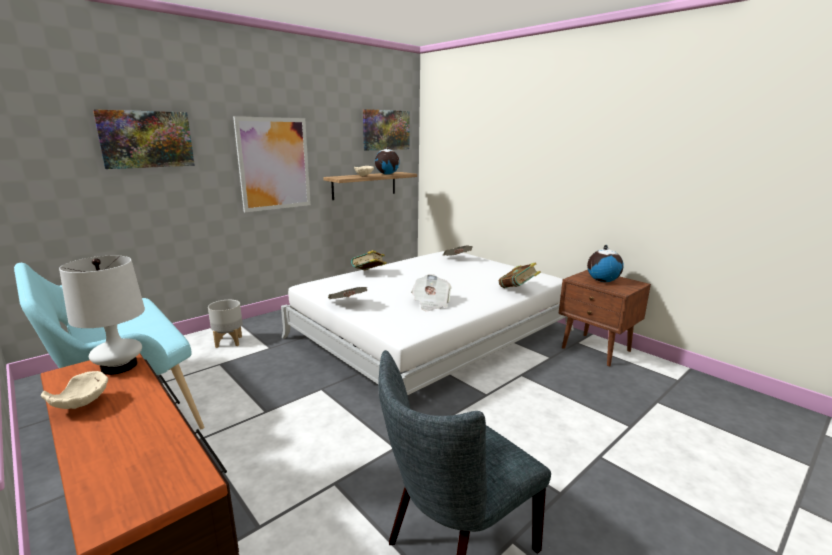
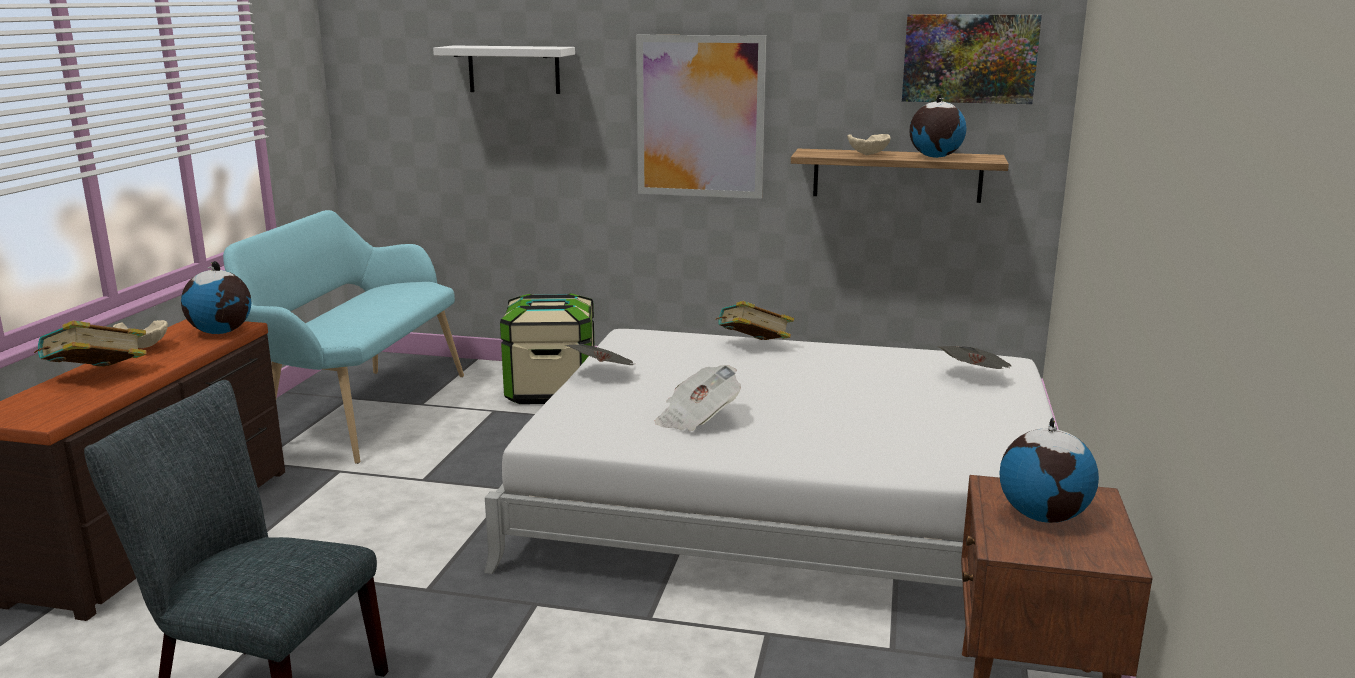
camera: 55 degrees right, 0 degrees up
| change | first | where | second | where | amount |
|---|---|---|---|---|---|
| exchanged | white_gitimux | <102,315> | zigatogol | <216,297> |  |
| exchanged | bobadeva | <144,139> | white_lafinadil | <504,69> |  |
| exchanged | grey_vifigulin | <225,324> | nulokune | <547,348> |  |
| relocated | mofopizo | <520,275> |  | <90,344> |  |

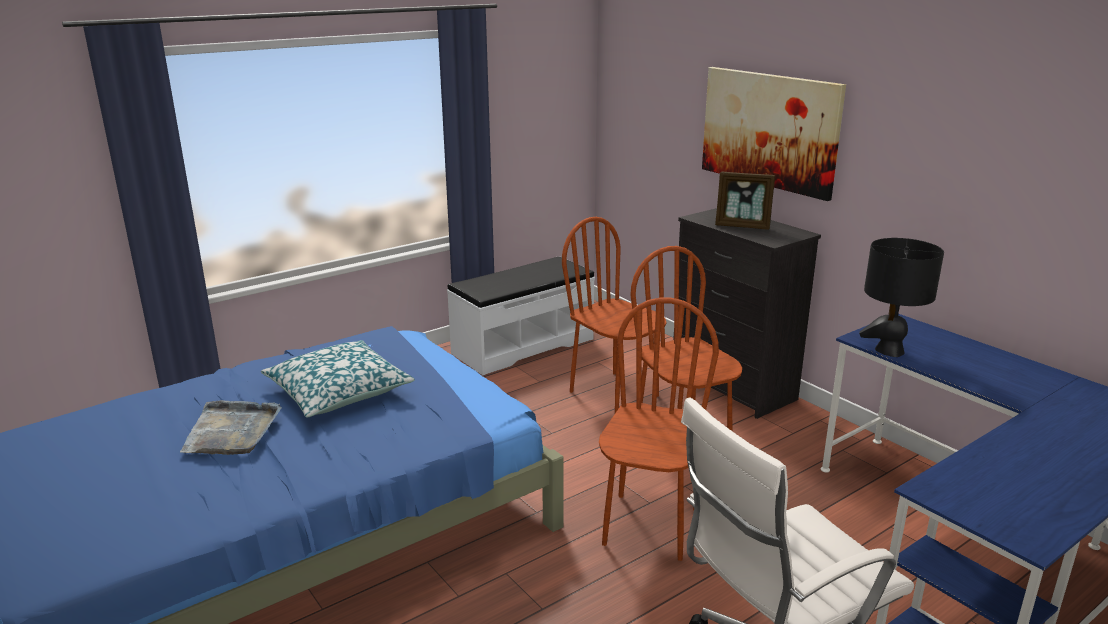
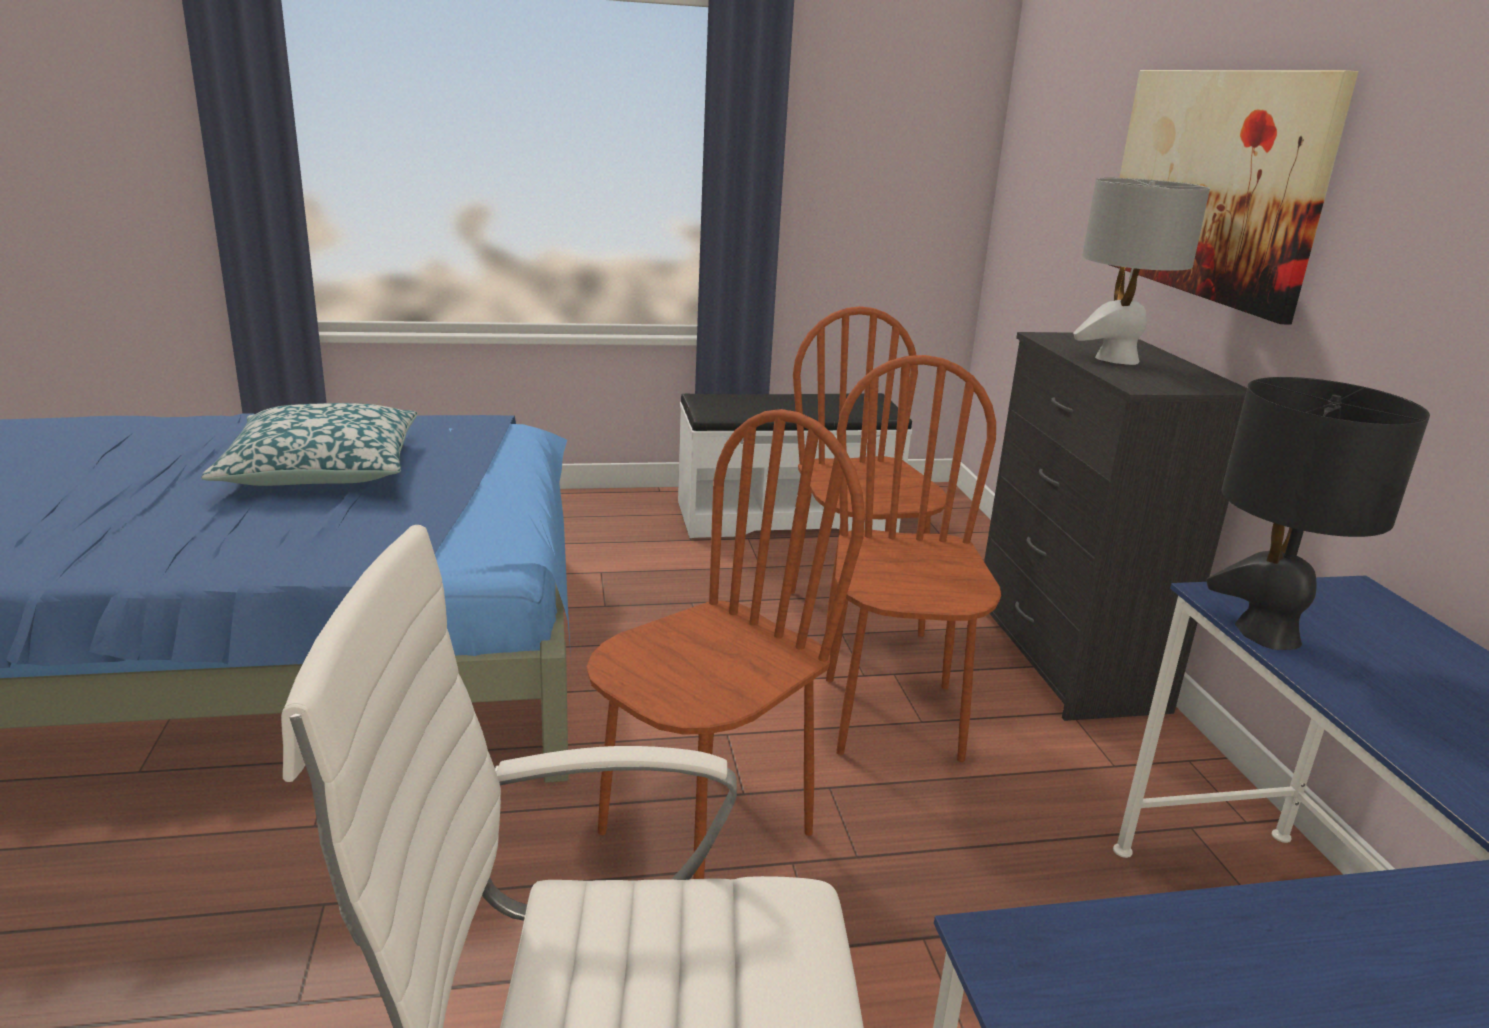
camera: 25 degrees right, 0 degrees up
| change | first | where | second | where | amount |
|---|---|---|---|---|---|
| missing | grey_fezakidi | <231,427> |  |  |  |
| exchanged | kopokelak | <745,201> | grey_gitimux | <1141,271> |  |

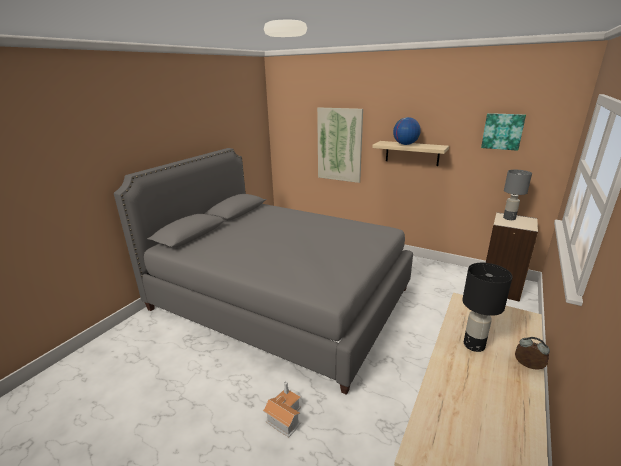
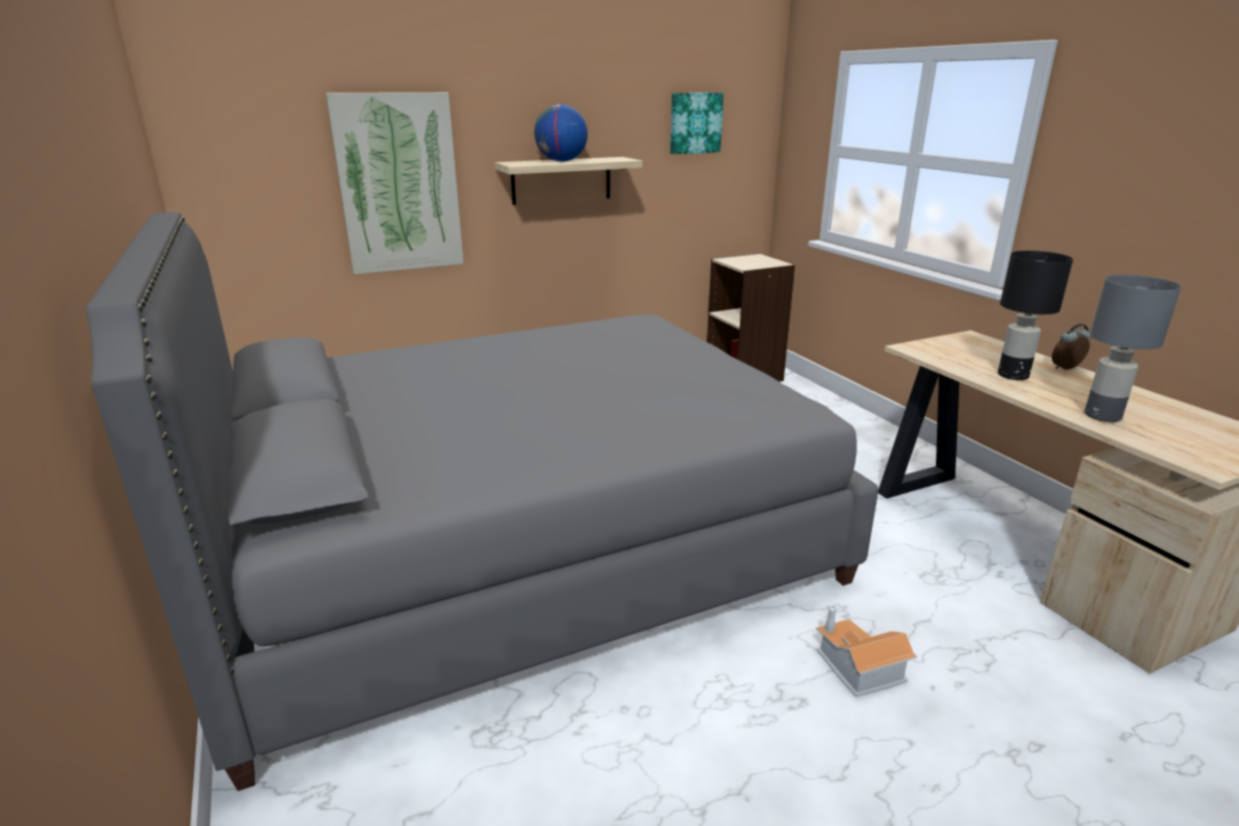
camera: 55 degrees left, 0 degrees up
| change | first | where | second | where | amount |
|---|---|---|---|---|---|
| relocated | grey_gitimux | <517,195> |  | <1133,348> |  |

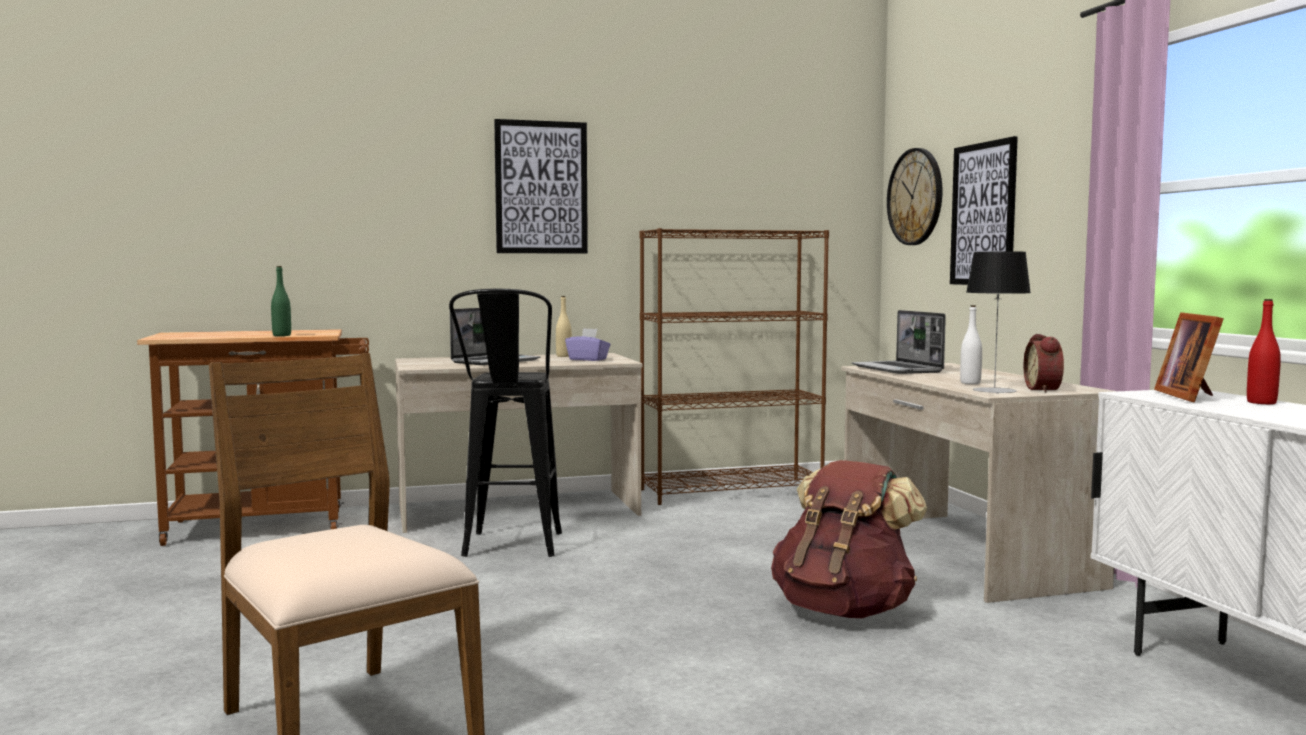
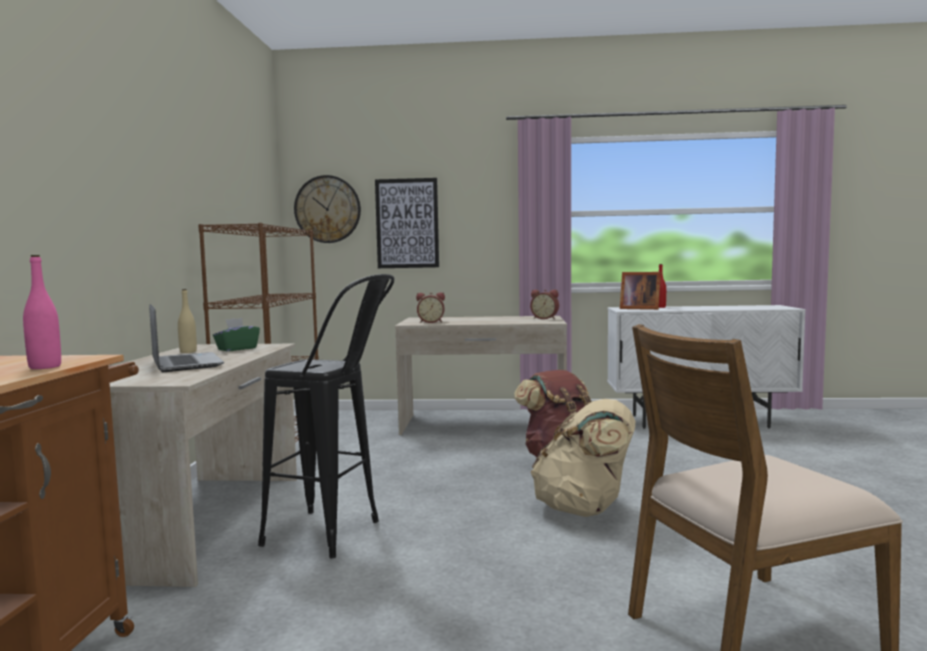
camera: 70 degrees left, 0 degrees up
| change | first | where | second | where | amount |
|---|---|---|---|---|---|
| colour | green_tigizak | <281,301> | pink_tigizak | <42,312> |  |
| missing | bobadeva | <541,186> |  |  |  |
| colour | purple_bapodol | <588,344> | green_bapodol | <236,334> |  |
| exchanged | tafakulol | <899,342> | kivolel | <430,307> |  |
| missing | white_tigizak | <971,344> |  |  |  |
| missing | gitimux | <998,322> |  |  |  |
| appeared |  |  | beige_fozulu | <583,458> |  |

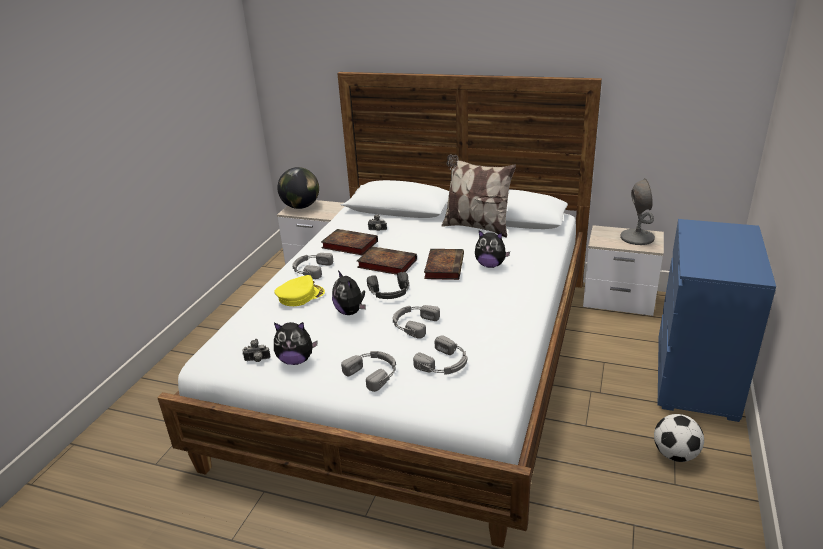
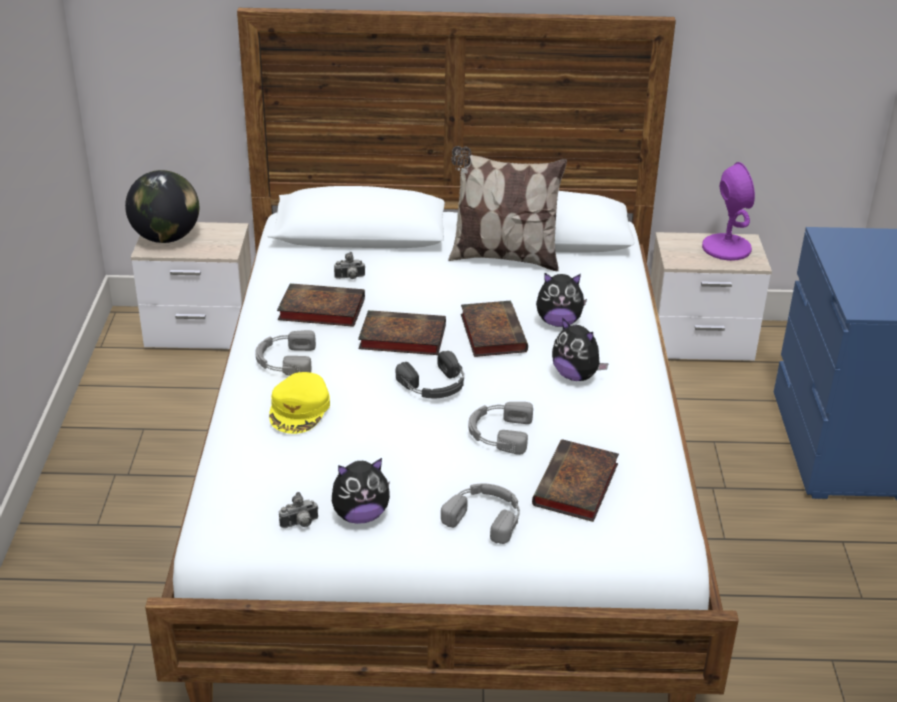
camera: 20 degrees left, 5 degrees up
| change | first | where | second | where | amount |
|---|---|---|---|---|---|
| spun | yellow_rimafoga | <299,290> |  | <299,403> | 150 degrees clockwise |
| relocated | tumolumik | <349,292> |  | <580,349> |  |
| exchanged | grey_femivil | <440,355> | mofopizo | <575,480> |  |
| colour | grey_gitimux | <637,211> | purple_gitimux | <728,211> |  |
| missing | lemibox | <679,438> |  |  |  |

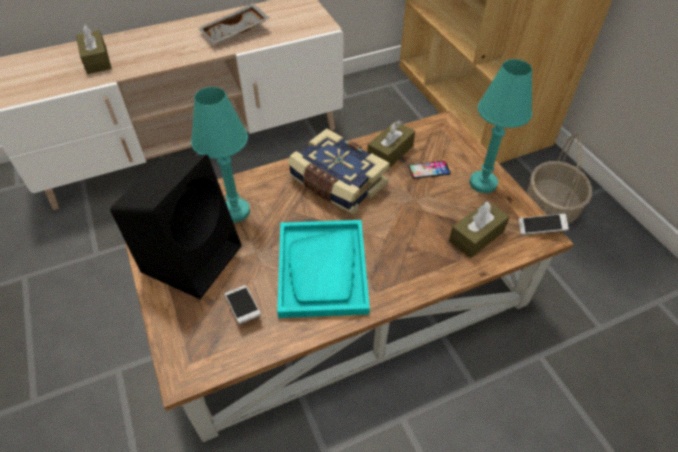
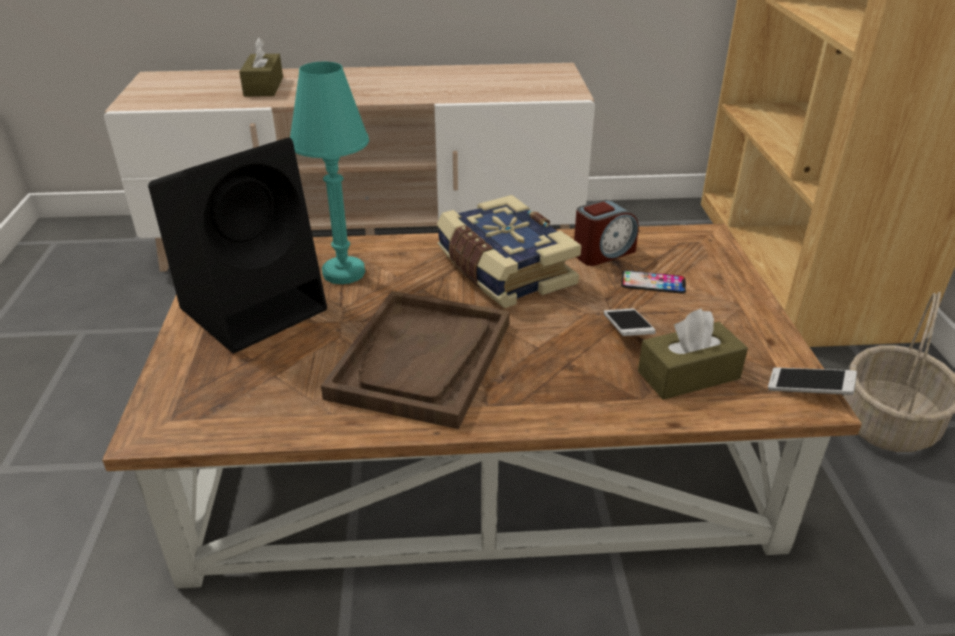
camera: 20 degrees right, 15 degrees down
| change | first | where | second | where | amount |
|---|---|---|---|---|---|
| missing | grey_fezakidi | <233,23> |  |  |  |
| relocated | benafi | <243,304> |  | <630,322> |  |
| colour | turquoise_fezakidi | <323,269> | brown_fezakidi | <415,360> |  |
| exchanged | brown_bapodol | <391,144> | kivolel | <606,233> |  |
| missing | turquoise_gitimux | <500,126> |  |  |  |

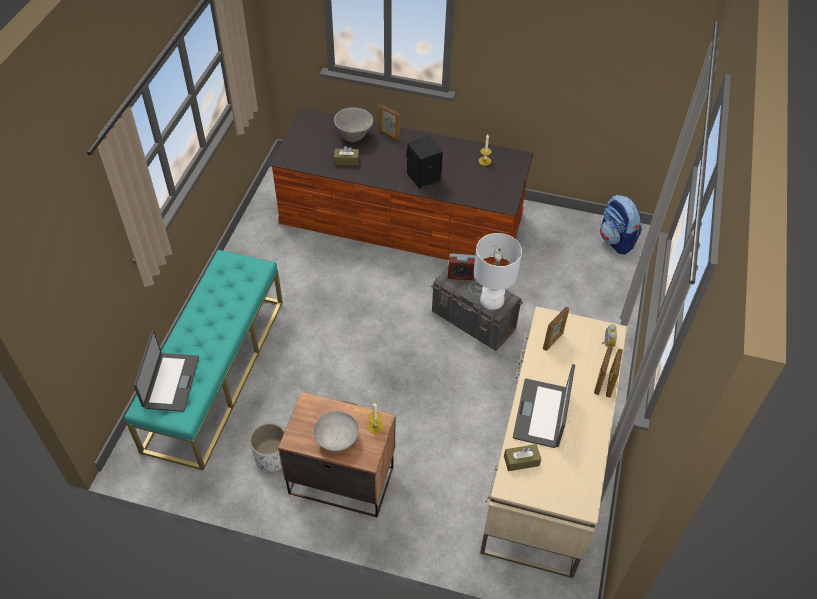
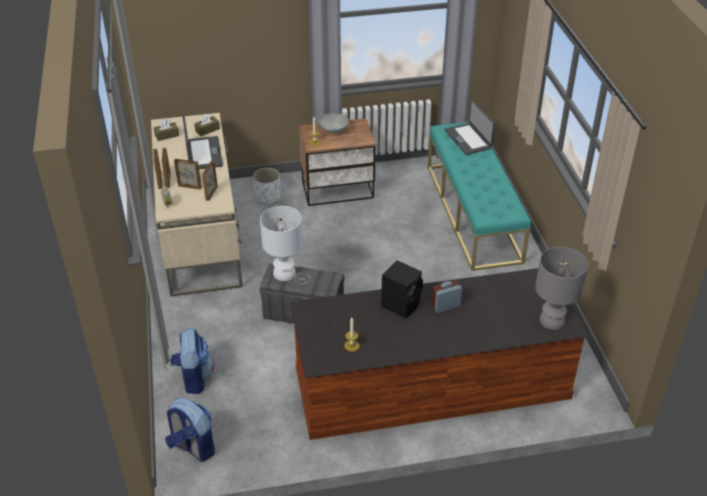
camera: 155 degrees right, 10 degrees down
| change | first | where | second | where | amount |
|---|---|---|---|---|---|
| relocated | white_vifigulin | <267,447> |  | <266,186> |  |
| missing | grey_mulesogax | <353,124> |  |  |  |
| relocated | brown_bapodol | <346,156> |  | <166,130> |  |
| relocated | kopokelak | <389,122> |  | <188,174> |  |
| relocated | kivolel | <461,267> |  | <446,296> |  |
| appeared |  |  | fozulu | <192,361> |  |
| appeared |  |  | grey_gitimux | <561,288> |  |

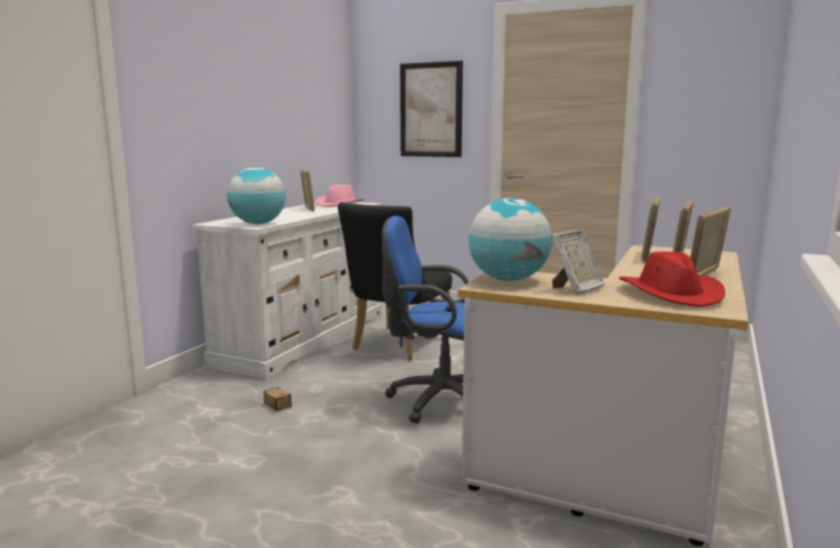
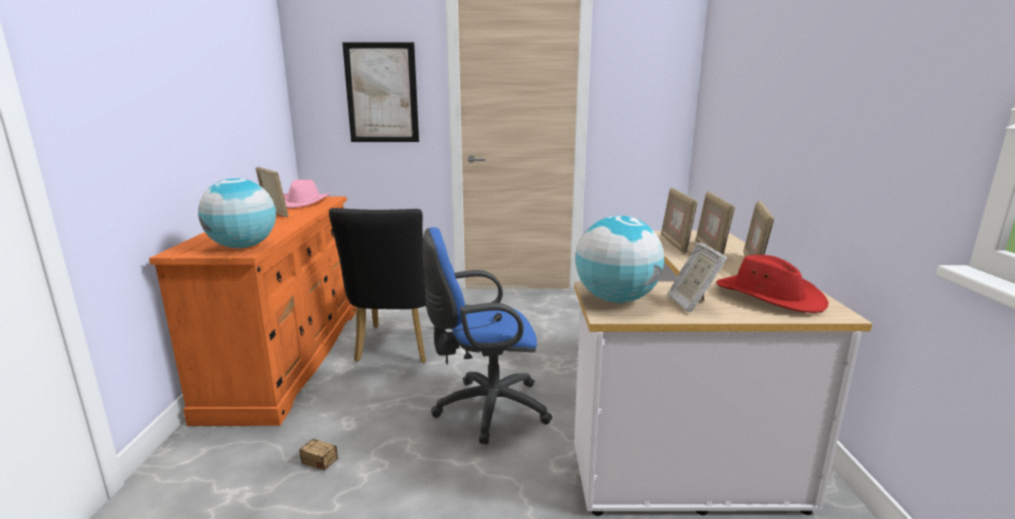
camera: 25 degrees left, 5 degrees up
| change | first | where | second | where | amount |
|---|---|---|---|---|---|
| colour | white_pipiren | <287,290> | orange_pipiren | <252,311> |  |
| spun | kopokelak | <578,262> |  | <697,277> | 150 degrees clockwise |

